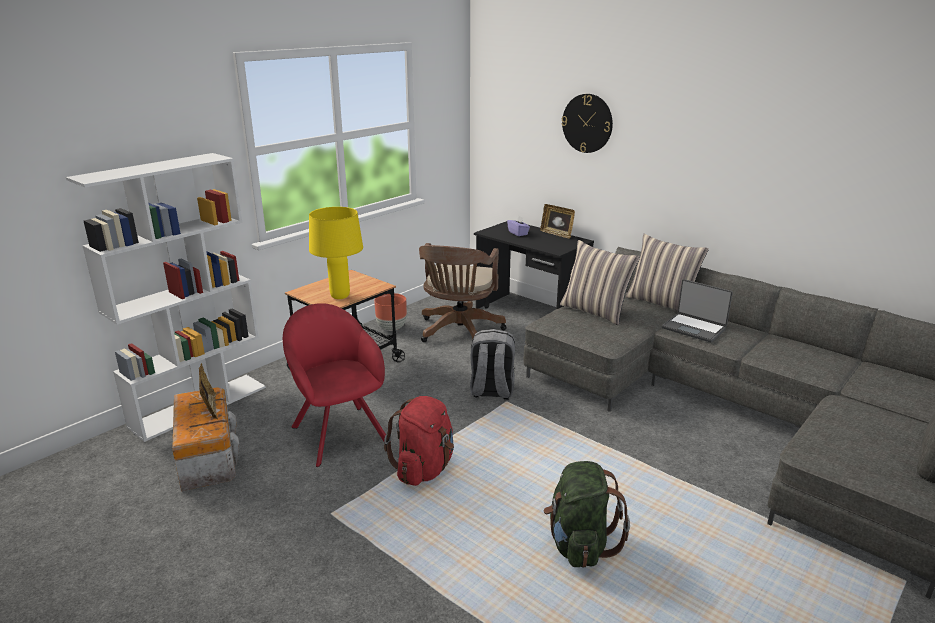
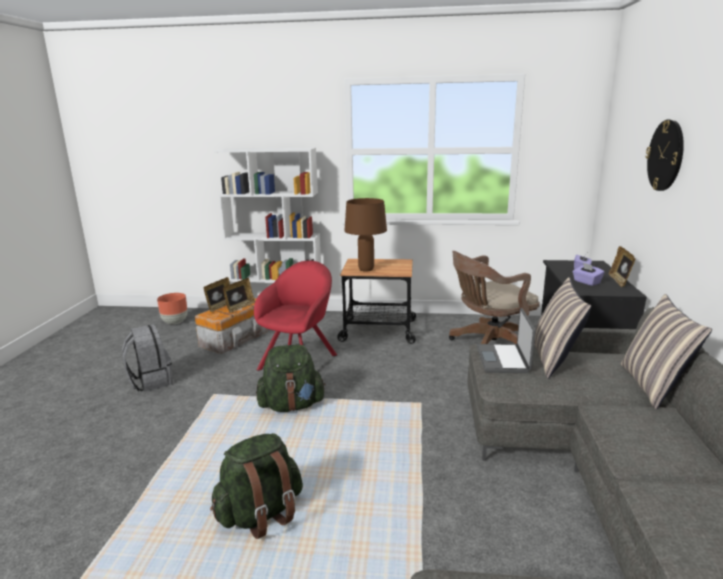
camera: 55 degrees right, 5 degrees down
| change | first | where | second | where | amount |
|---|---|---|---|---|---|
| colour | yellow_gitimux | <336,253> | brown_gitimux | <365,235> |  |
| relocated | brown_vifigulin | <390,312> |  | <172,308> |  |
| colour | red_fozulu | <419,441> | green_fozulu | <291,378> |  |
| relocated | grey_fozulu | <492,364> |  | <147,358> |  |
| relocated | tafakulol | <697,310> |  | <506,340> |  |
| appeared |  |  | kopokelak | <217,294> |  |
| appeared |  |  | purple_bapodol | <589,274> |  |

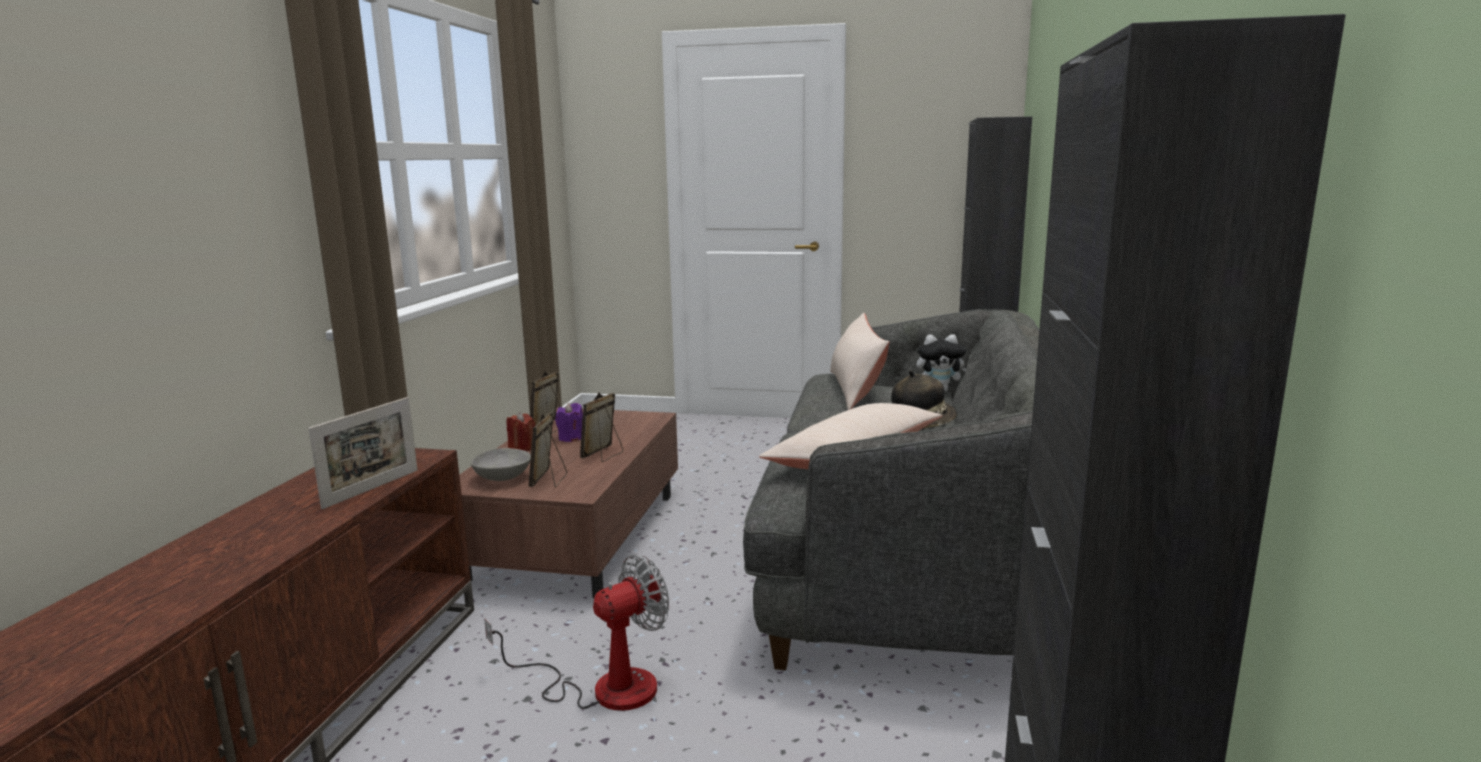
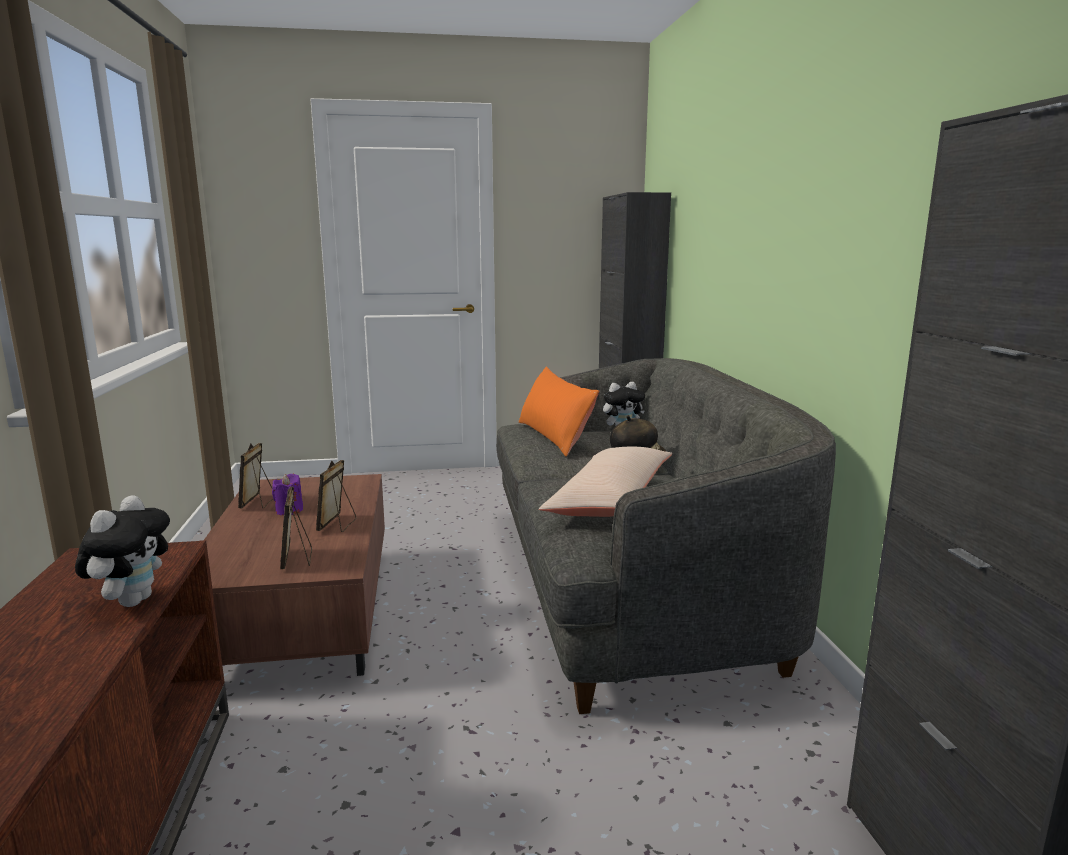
camera: 20 degrees left, 0 degrees up
| change | first | where | second | where | amount |
|---|---|---|---|---|---|
| exchanged | kopokelak | <363,453> | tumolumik | <122,551> |  |
| missing | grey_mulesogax | <500,464> |  |  |  |
| missing | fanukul | <576,632> |  |  |  |
| missing | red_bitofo | <521,431> |  |  |  |
| colour | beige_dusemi | <859,361> | orange_dusemi | <558,412> |  |

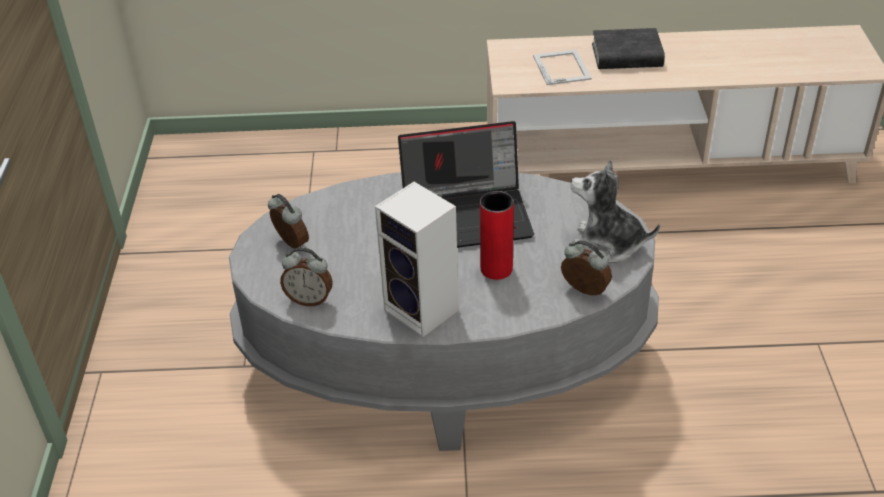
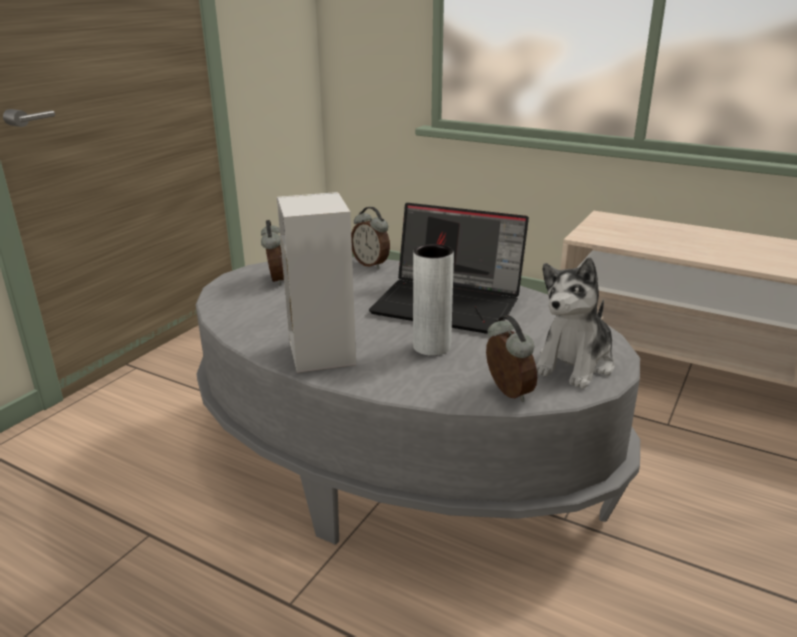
camera: 30 degrees right, 15 degrees down
| change | first | where | second | where | amount |
|---|---|---|---|---|---|
| relocated | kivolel | <306,276> |  | <370,238> |  |
| colour | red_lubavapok | <497,235> | grey_lubavapok | <433,300> |  |
| missing | kopokelak | <562,67> |  |  |  |
| spun | tumolumik | <615,211> |  | <575,323> | 105 degrees counterclockwise |
| missing | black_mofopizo | <628,48> |  |  |  |

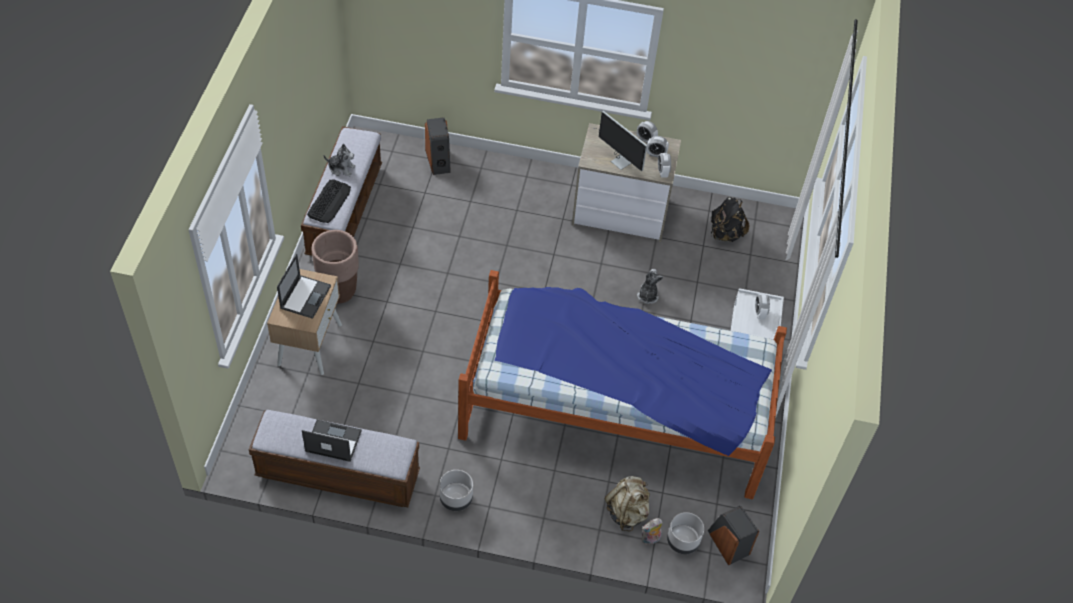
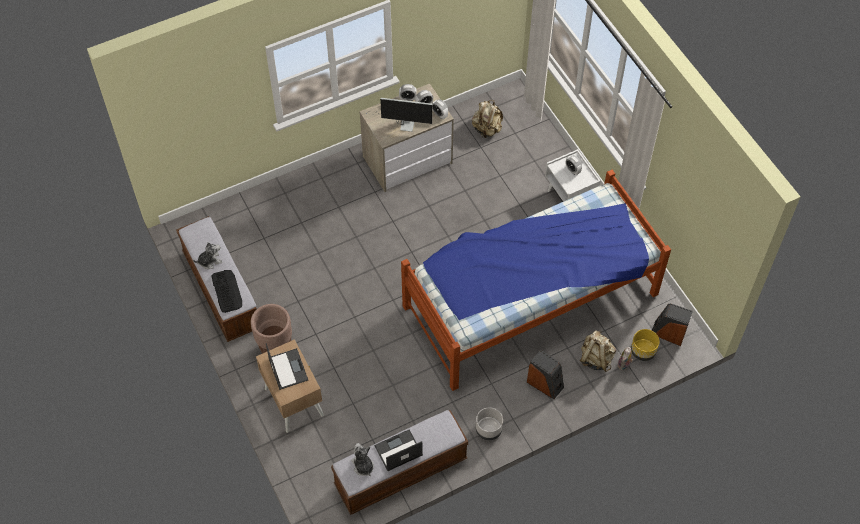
camera: 35 degrees left, 5 degrees up
| change | first | where | second | where | amount |
|---|---|---|---|---|---|
| relocated | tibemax | <438,146> |  | <545,374> |  |
| relocated | tumolumik | <650,286> |  | <362,459> |  |
| colour | grey_vifigulin | <685,533> | yellow_vifigulin | <645,345> |  |
| colour | black_fozulu | <730,219> | beige_fozulu | <487,119> |  |

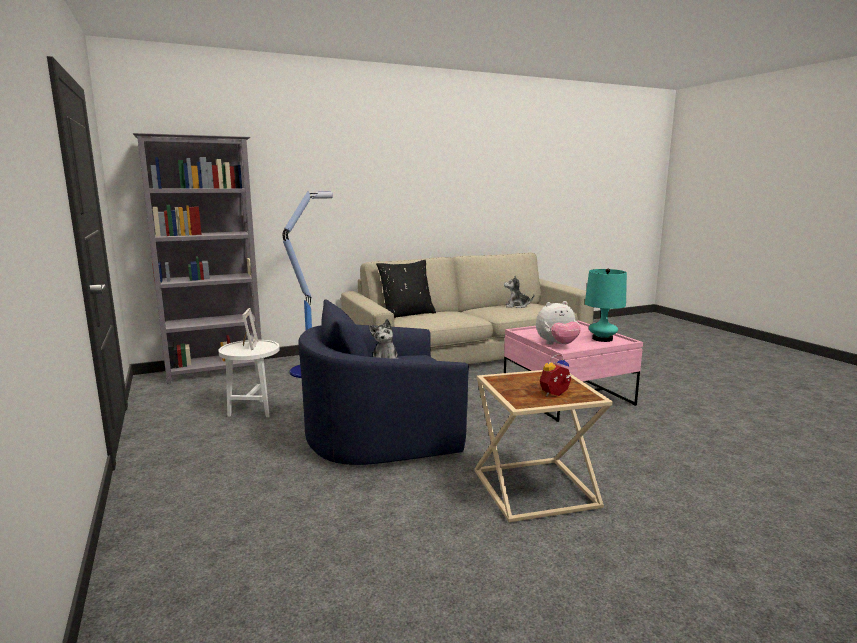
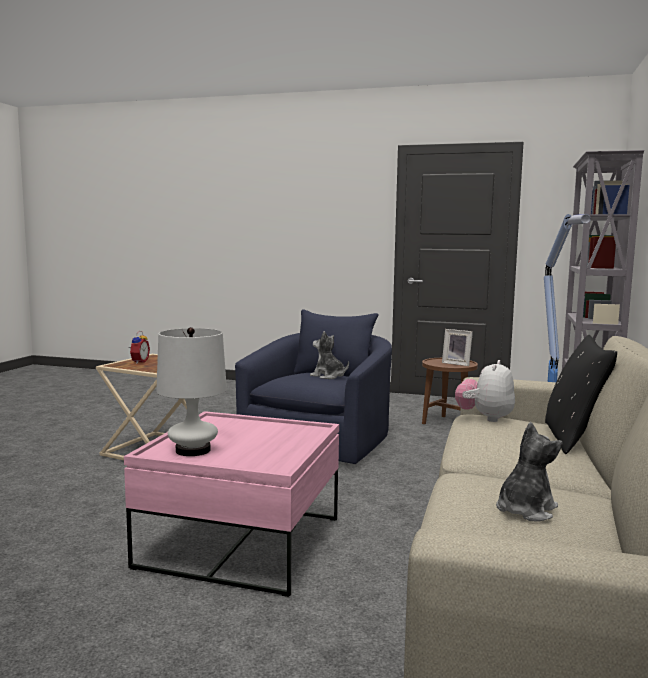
camera: 130 degrees right, 5 degrees down
| change | first | where | second | where | amount |
|---|---|---|---|---|---|
| colour | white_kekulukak | <249,378> | brown_kekulukak | <450,391> |  |
| relocated | tumolumik | <558,323> |  | <485,391> |  |
| colour | turquoise_gitimux | <606,305> | white_gitimux | <191,391> |  |

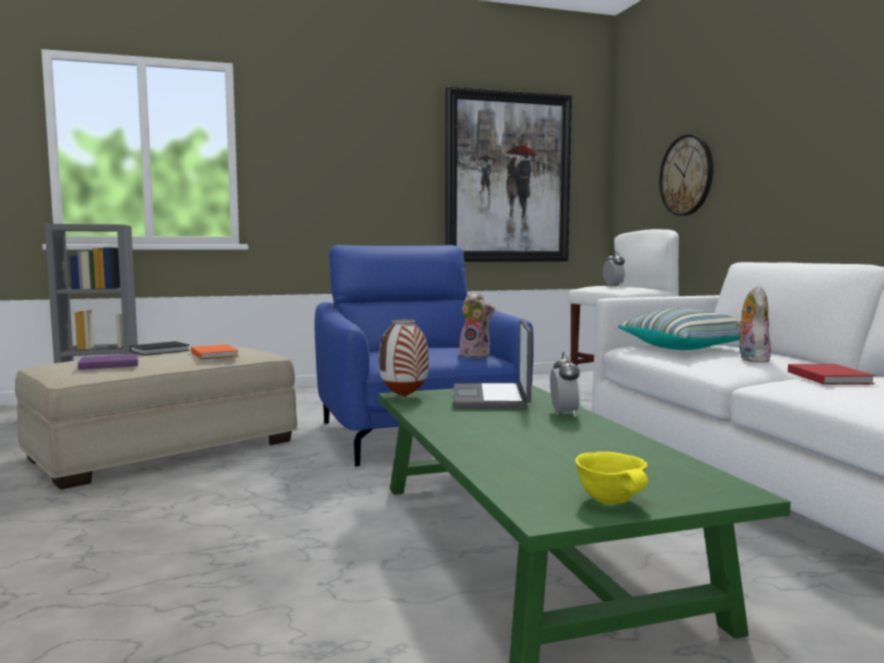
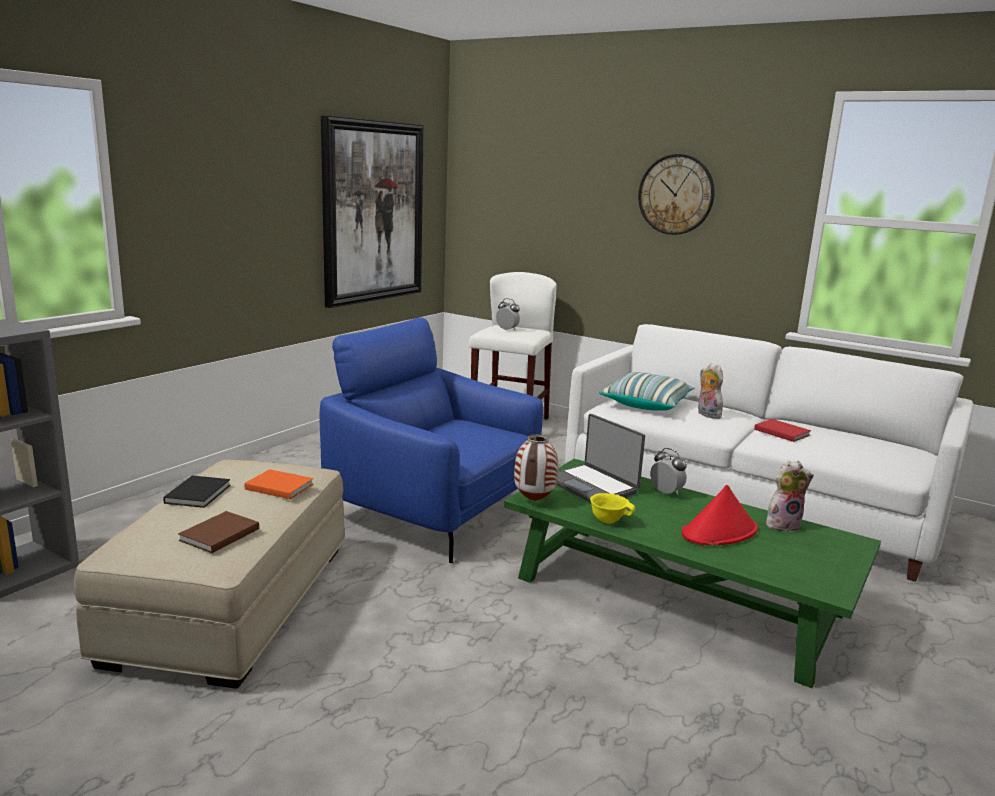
camera: 40 degrees left, 10 degrees up
| change | first | where | second | where | amount |
|---|---|---|---|---|---|
| colour | purple_mofopizo | <108,362> | brown_mofopizo | <218,532> |  |
| relocated | tumolumik | <477,325> |  | <790,496> |  |
| relocated | yellow_mulesogax | <611,478> |  | <612,508> |  |
| relocated | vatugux | <686,175> |  | <676,194> |  |
| appeared |  |  | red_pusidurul | <720,515> |  |

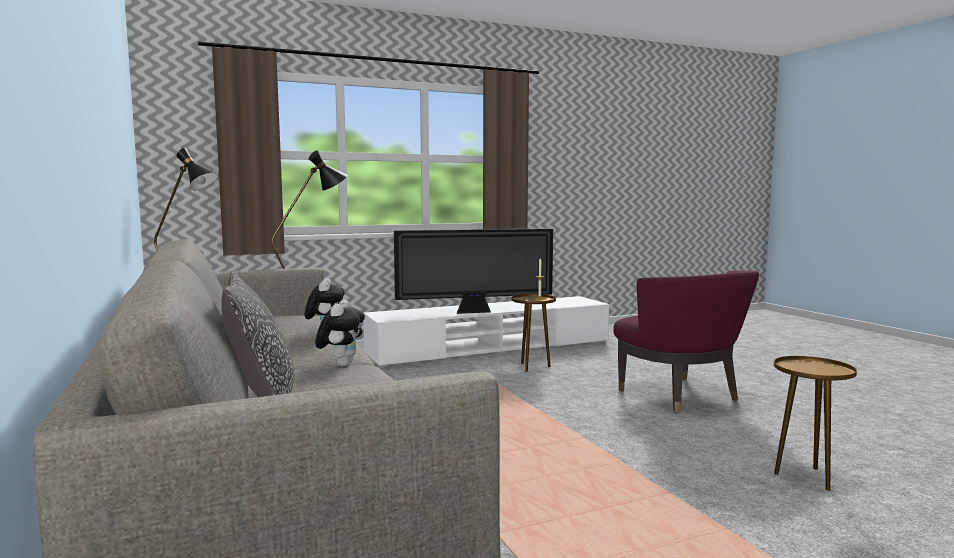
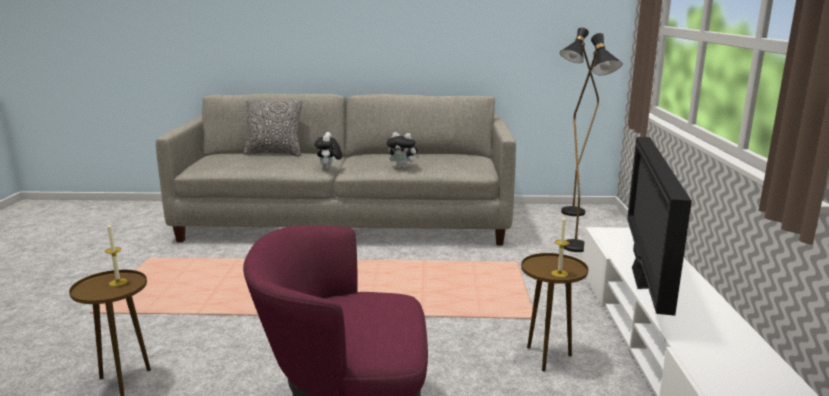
camera: 115 degrees right, 10 degrees up
| change | first | where | second | where | amount |
|---|---|---|---|---|---|
| spun | tumolumik | <340,333> |  | <328,150> | 60 degrees clockwise |
| appeared |  |  | bitofo | <116,254> |  |

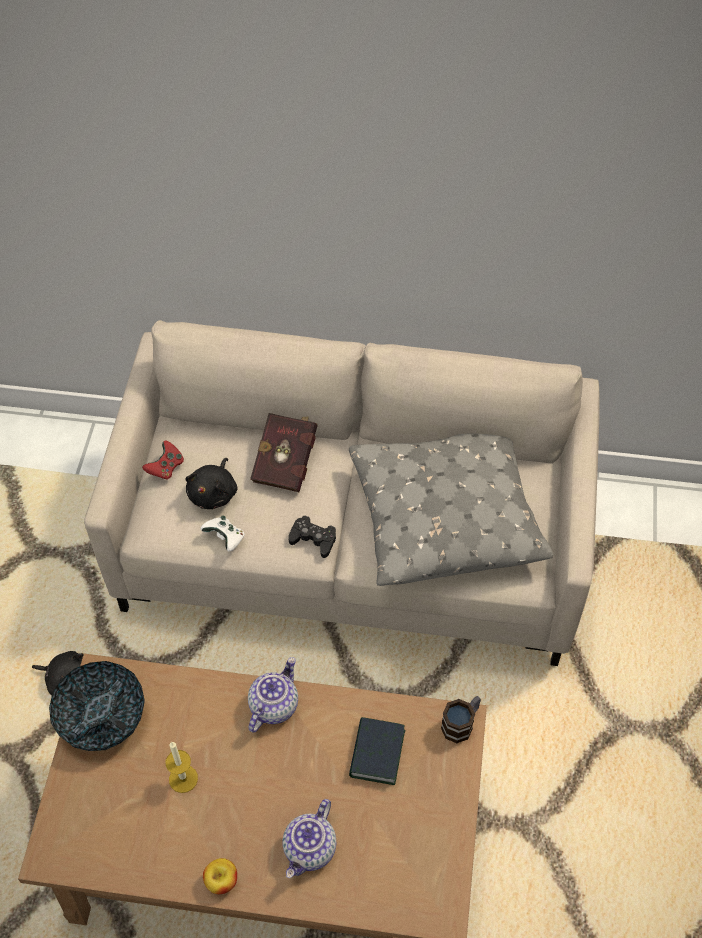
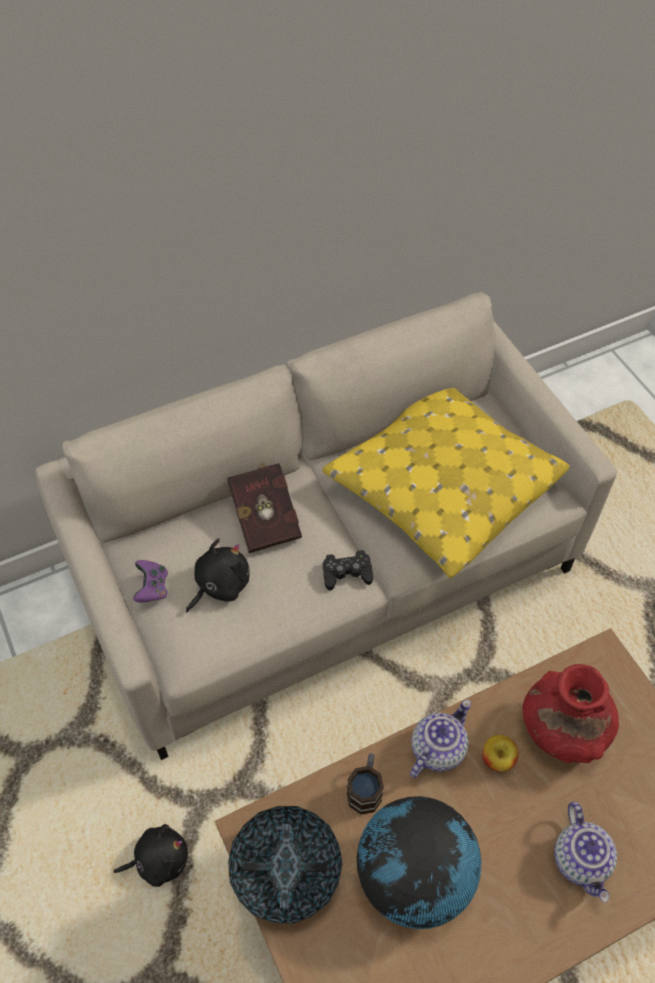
camera: 35 degrees left, 0 degrees up
| change | first | where | second | where | amount |
|---|---|---|---|---|---|
| colour | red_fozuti | <163,460> | purple_fozuti | <150,581> |  |
| exchanged | bitofo | <181,767> | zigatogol | <419,862> |  |
| spun | black_tumolumik | <211,483> |  | <218,575> | 120 degrees counterclockwise |
| missing | white_fozuti | <223,533> |  |  |  |
| relocated | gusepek | <220,876> |  | <500,753> |  |
| spun | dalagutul | <273,695> |  | <440,739> | 45 degrees clockwise |
| colour | grey_dusemi | <451,509> | yellow_dusemi | <445,483> |  |
| exchanged | mofopizo | <377,751> | red_lubavapok | <571,713> |  |
| relocated | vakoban | <461,719> |  | <365,783> |  |

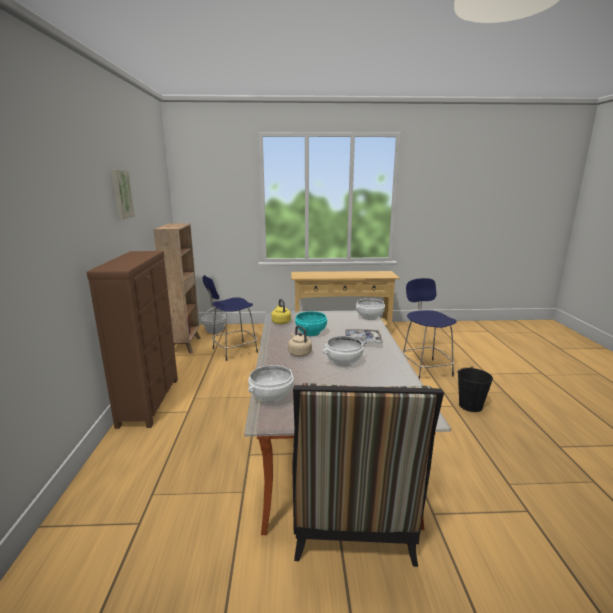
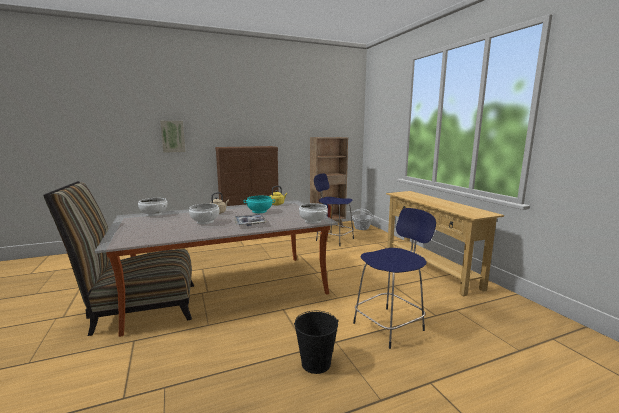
camera: 70 degrees right, 5 degrees down
| change | first | where | second | where | amount |
|---|---|---|---|---|---|
| relocated | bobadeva | <123,195> |  | <173,137> |  |

